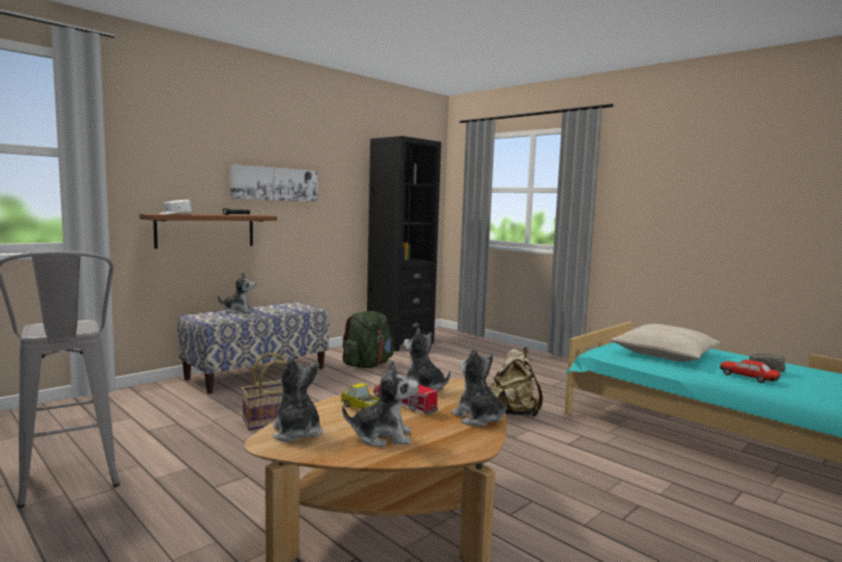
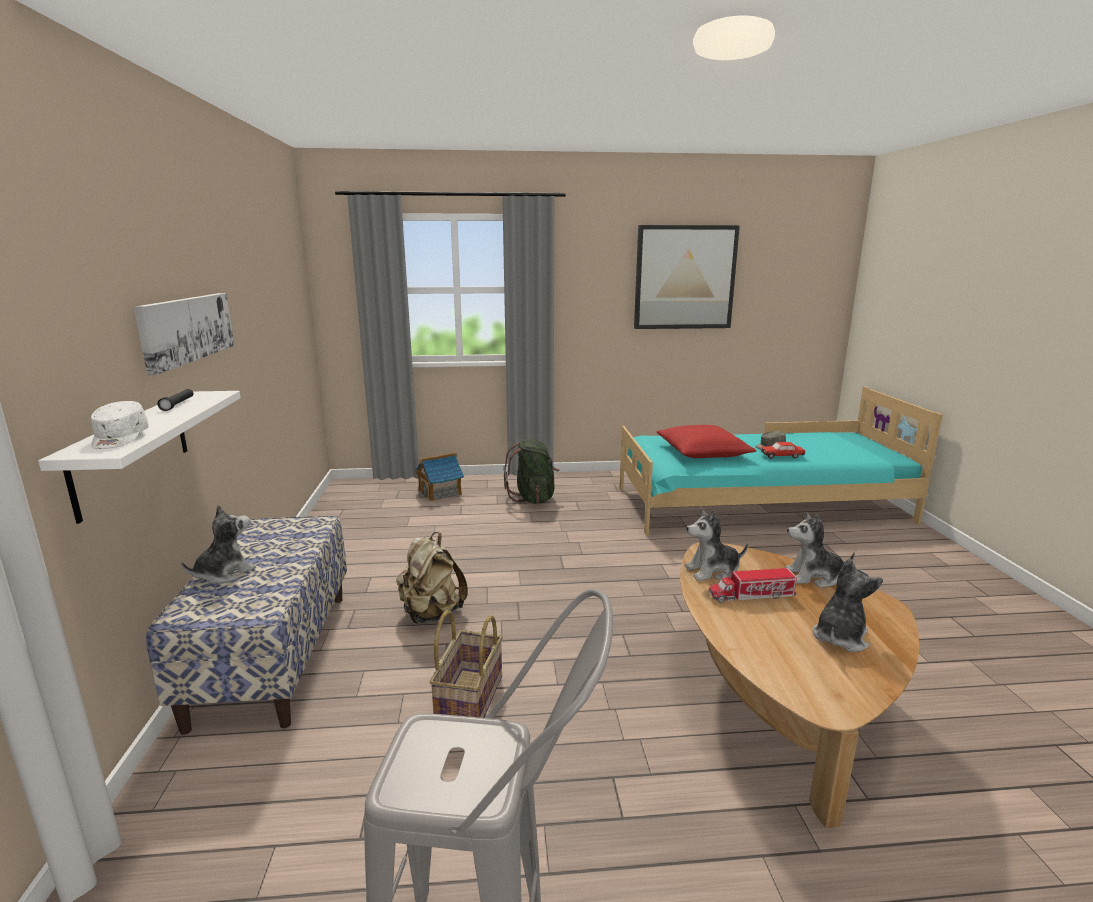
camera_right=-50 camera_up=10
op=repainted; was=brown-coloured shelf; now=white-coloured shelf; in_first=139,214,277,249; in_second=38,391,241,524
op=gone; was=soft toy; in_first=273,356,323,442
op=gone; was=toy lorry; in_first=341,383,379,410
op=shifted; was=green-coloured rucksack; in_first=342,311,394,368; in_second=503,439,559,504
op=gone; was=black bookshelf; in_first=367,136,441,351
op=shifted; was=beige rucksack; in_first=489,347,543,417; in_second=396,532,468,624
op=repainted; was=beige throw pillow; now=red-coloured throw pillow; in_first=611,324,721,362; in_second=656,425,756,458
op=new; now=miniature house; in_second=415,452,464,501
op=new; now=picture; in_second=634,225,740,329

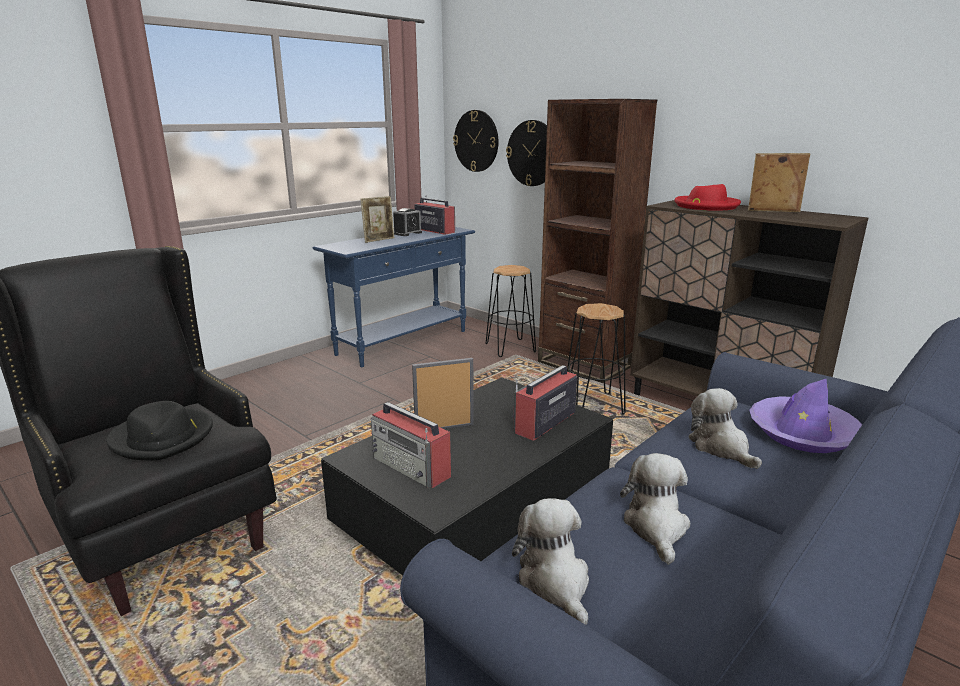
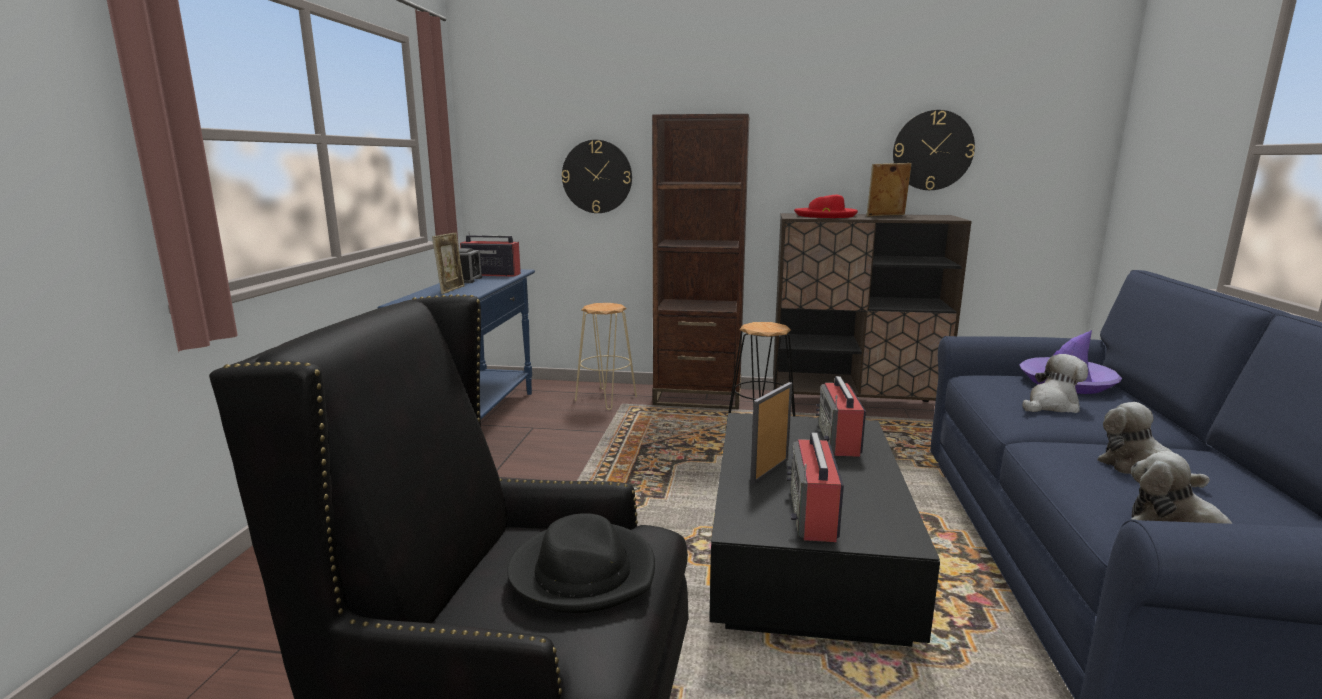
camera_right=-35 camera_up=-5
op=rotated; was=radio set; in_first=371,402,451,488; in_second=787,432,844,542; clockwise=90
op=shifted; was=hanging clock; in_first=453,110,499,172; in_second=893,110,975,190
op=repainted; was=black stool seat; now=beige stool seat; in_first=486,265,536,357; in_second=575,303,637,410
op=rotated; was=soft toy; in_first=688,388,762,469; in_second=1022,354,1088,413; clockwise=120

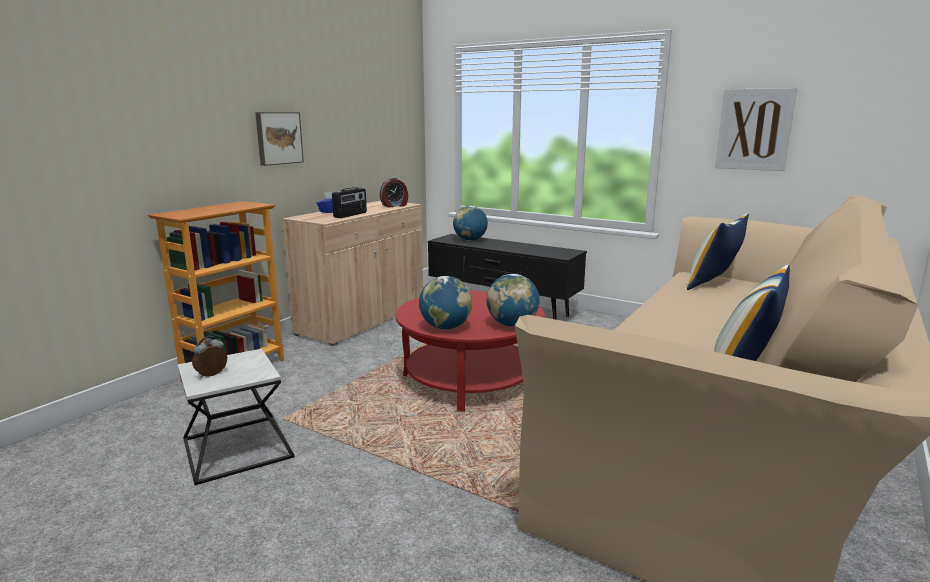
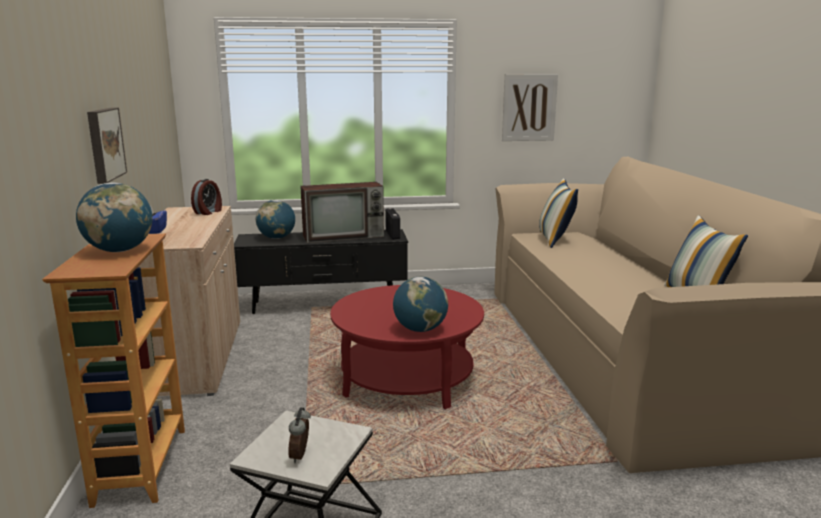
camera_right=-40 camera_up=0
op=shifted; was=radio set; in_first=332,187,367,218; in_second=385,208,400,240
op=shifted; was=globe; in_first=487,274,540,327; in_second=76,183,153,252
op=new; now=TV; in_second=300,182,384,243

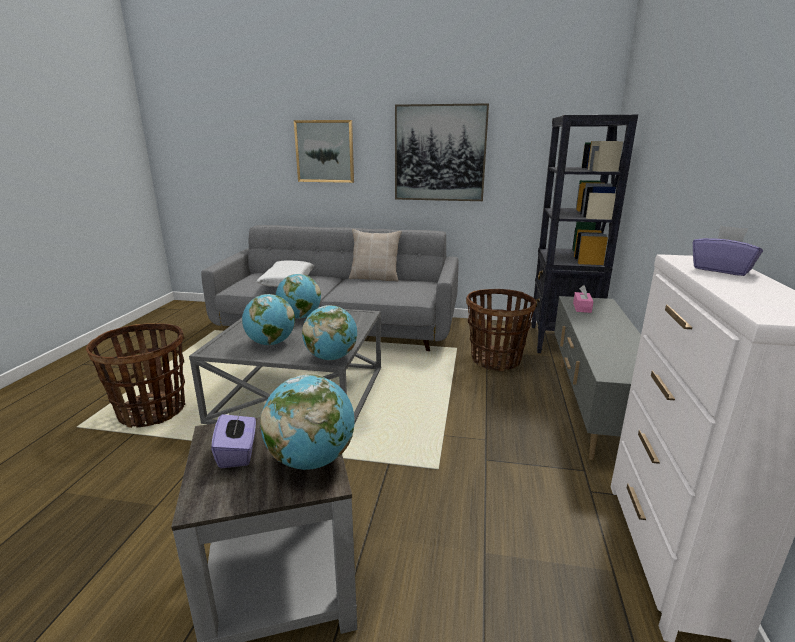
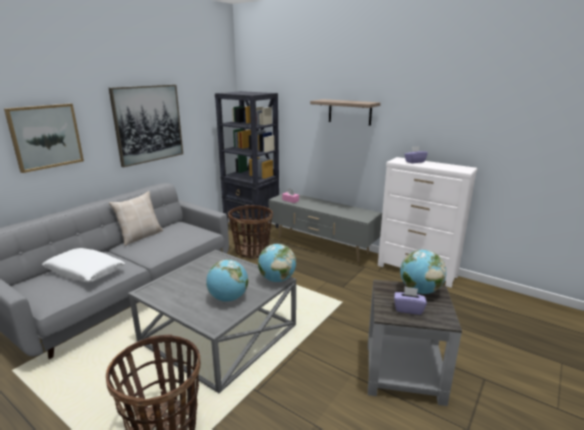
camera_right=-65 camera_up=0
op=gone; was=globe; in_first=276,274,321,319
op=new; now=shelf; in_second=310,99,381,126

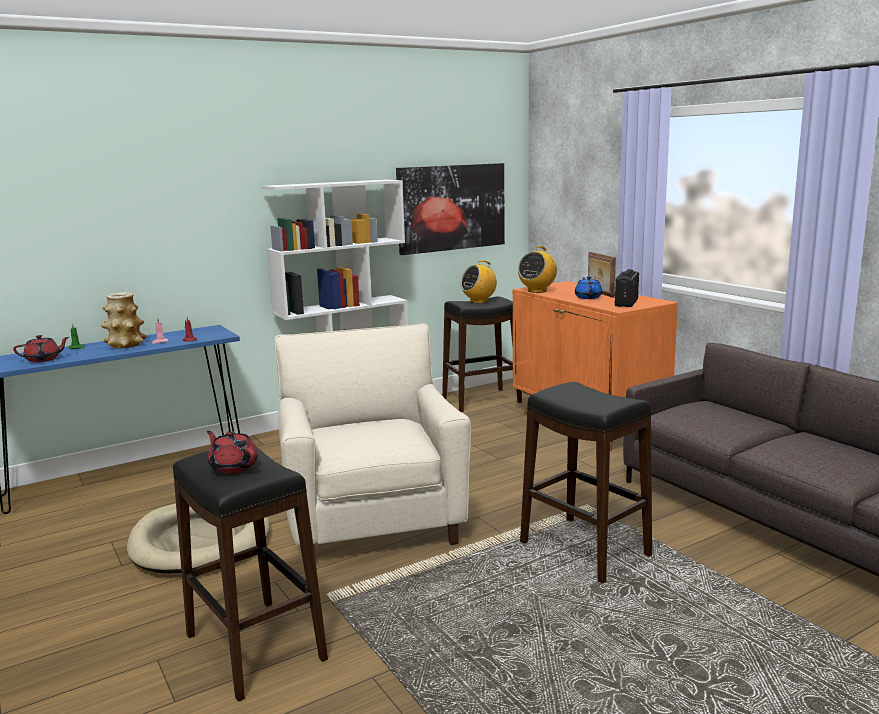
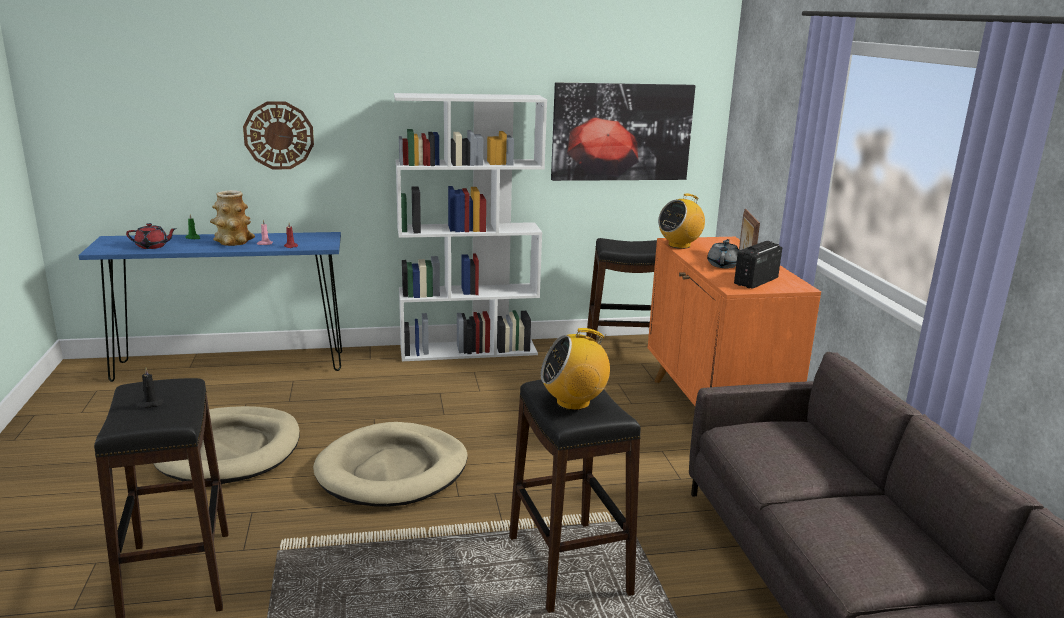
camera_right=20 camera_up=5
op=swapped; was=red-coloured teapot; now=black wax light; in_first=207,431,258,474; in_second=136,367,163,408
op=swapped; was=beige easy chair; now=beige dog cushion; in_first=274,323,471,554; in_second=313,422,468,507
op=shifted; was=radio set; in_first=461,260,497,303; in_second=541,328,610,410
op=repainted; was=blue-coloured teapot; now=gray teapot; in_first=575,276,602,299; in_second=707,239,739,268
op=new; now=hanging clock; in_second=243,101,314,169

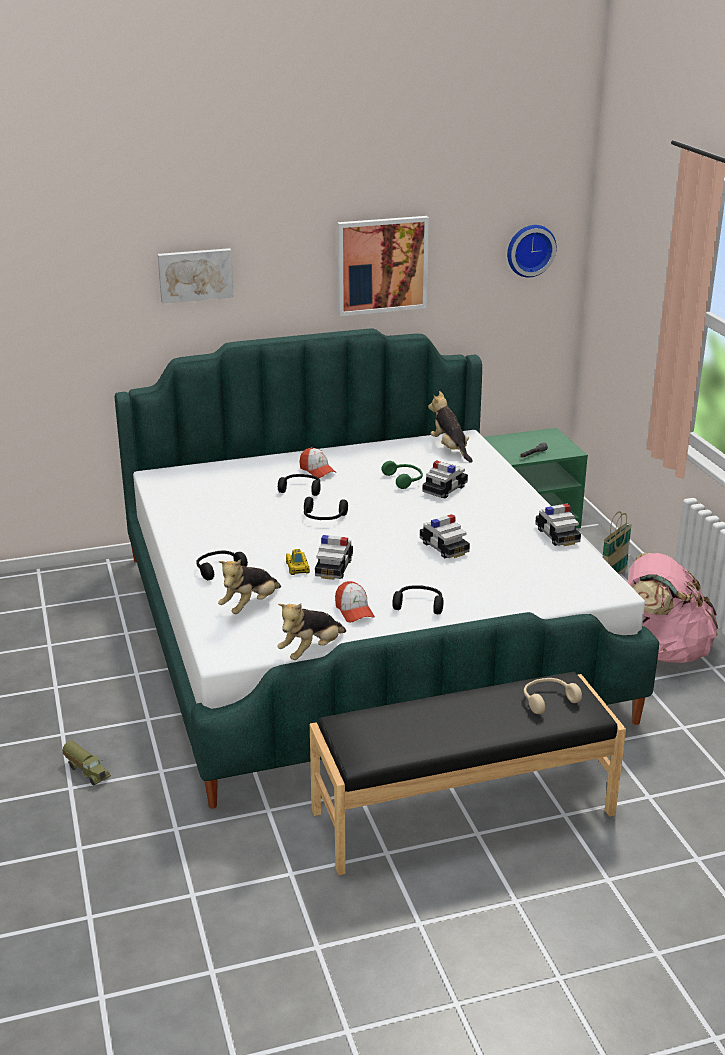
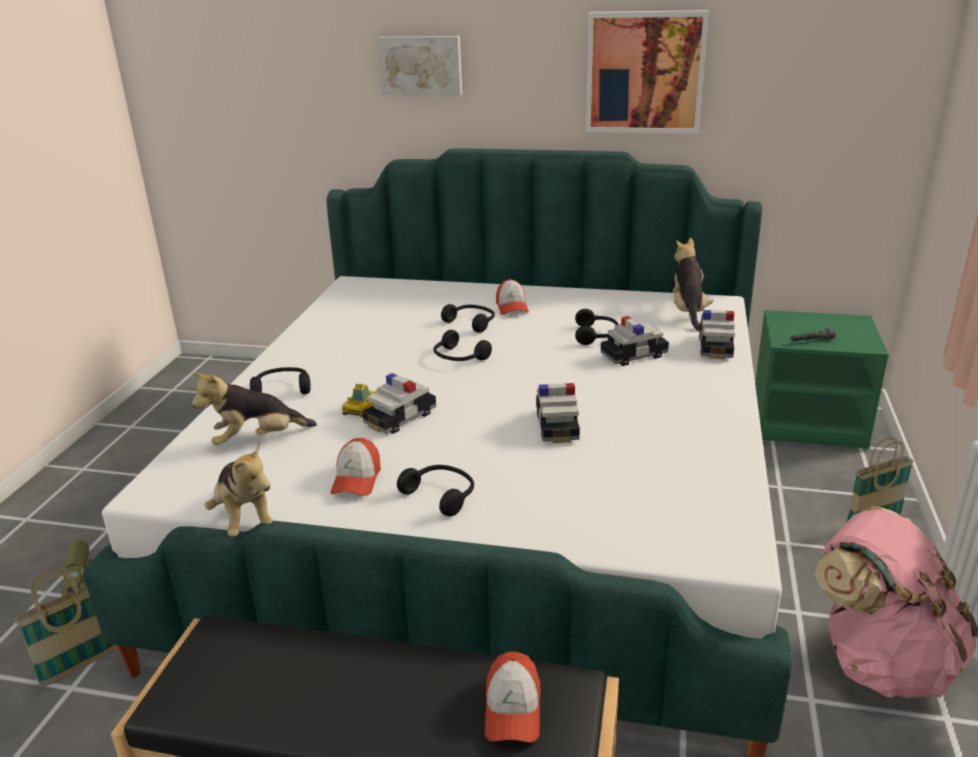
camera_right=30 camera_up=0
op=rotated; was=soft toy; in_first=277,603,346,660; in_second=205,443,274,537; clockwise=-105
op=repainted; was=green-coloured headphones; now=black headphones; in_first=382,461,423,489; in_second=575,309,619,345
op=gone; was=hanging clock; in_first=507,225,557,277
op=swapped; was=beige headphones; now=baseball cap; in_first=524,678,582,714; in_second=485,652,540,743
op=shifted; was=miniature car; in_first=535,504,581,546; in_second=699,310,735,359
op=new; now=household basket; in_second=14,569,117,687

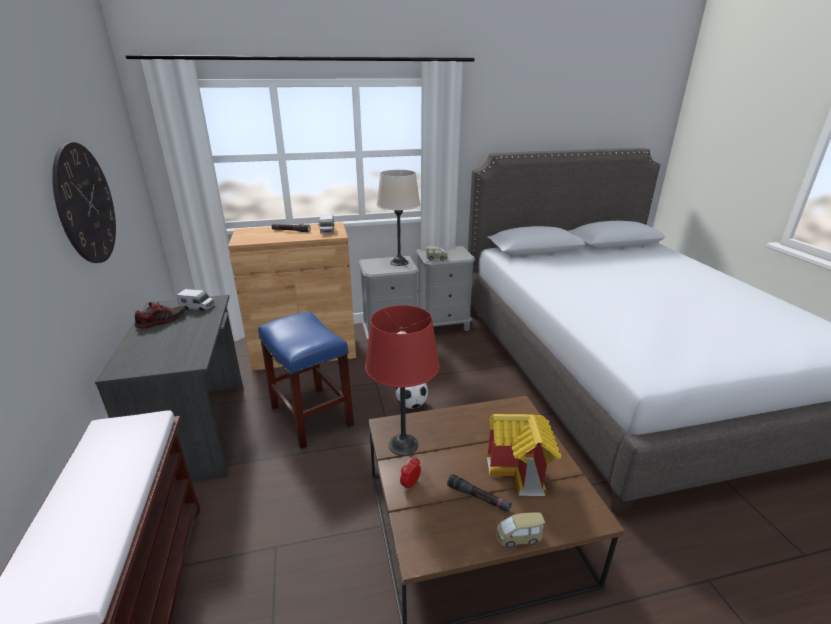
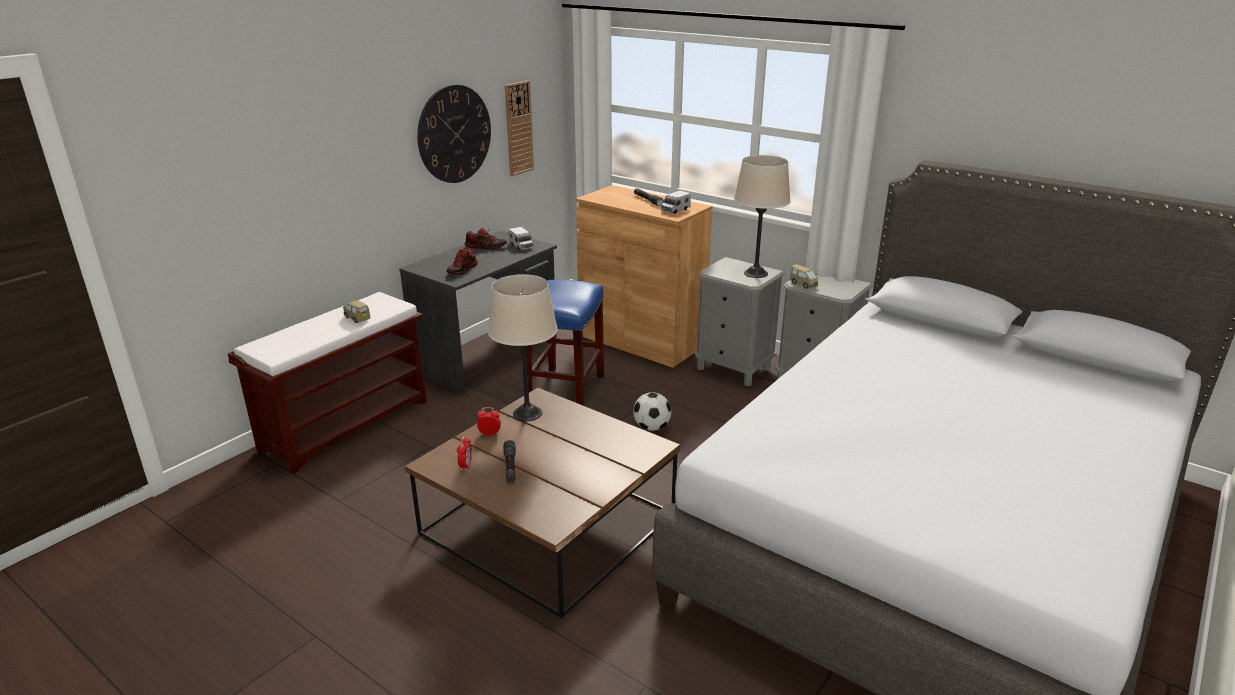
camera_right=50 camera_up=0
op=repainted; was=red-coloured lamp for a table; now=beige lamp for a table; in_first=365,305,440,456; in_second=488,274,558,421
op=gone; was=miniature house; in_first=487,414,561,496
op=shifted; was=miniature car; in_first=496,512,545,548; in_second=343,300,370,323
op=new; now=shoe; in_second=447,248,478,275
op=new; now=alarm clock; in_second=457,436,472,471
op=new; now=hanging clock; in_second=505,81,534,176

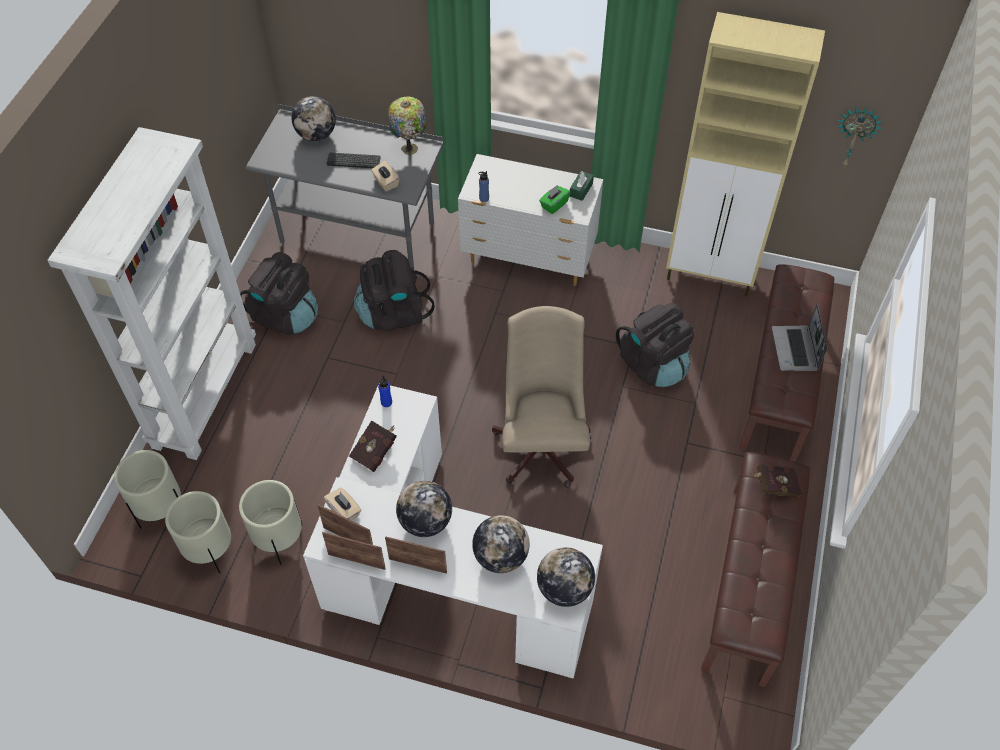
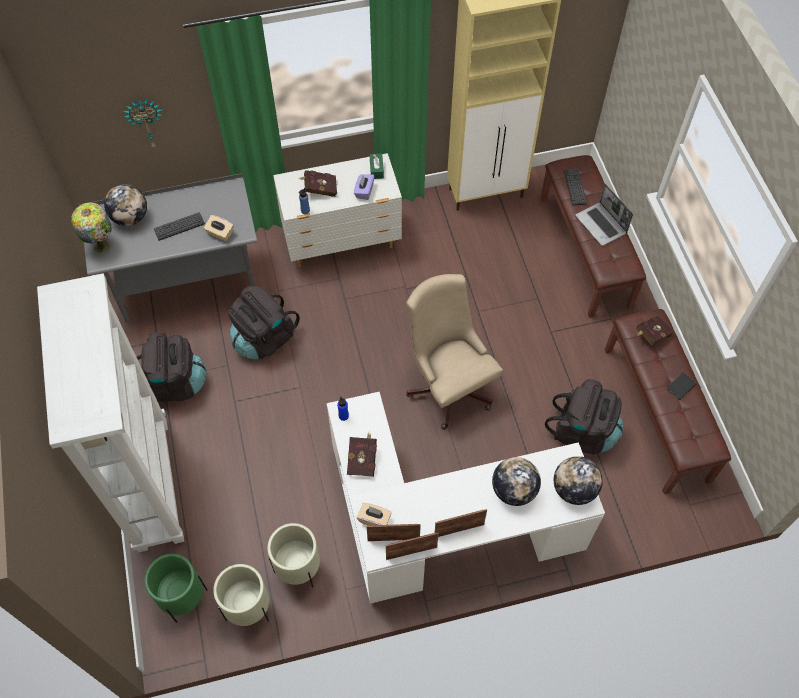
camera_right=-30 camera_up=5
op=repainted; was=beige plant pot; now=green-coloured plant pot; in_first=114,450,181,529; in_second=144,554,208,623
op=shifted; was=lamp for a table; in_first=388,97,426,155; in_second=71,203,112,253
op=gone; was=globe; in_first=396,481,452,537
op=repainted; was=green-coloured tissue box; now=purple tissue box; in_first=539,185,571,214; in_second=354,174,374,200
op=shifted; was=black rucksack; in_first=616,303,694,387; in_second=545,379,623,455
op=shifted; was=hanging clock; in_first=837,107,882,167; in_second=123,99,163,149
op=new; now=red-coloured book; in_second=299,170,337,197
op=new; now=computer keyboard; in_second=564,169,587,206
op=new; now=black book; in_second=666,372,701,400

